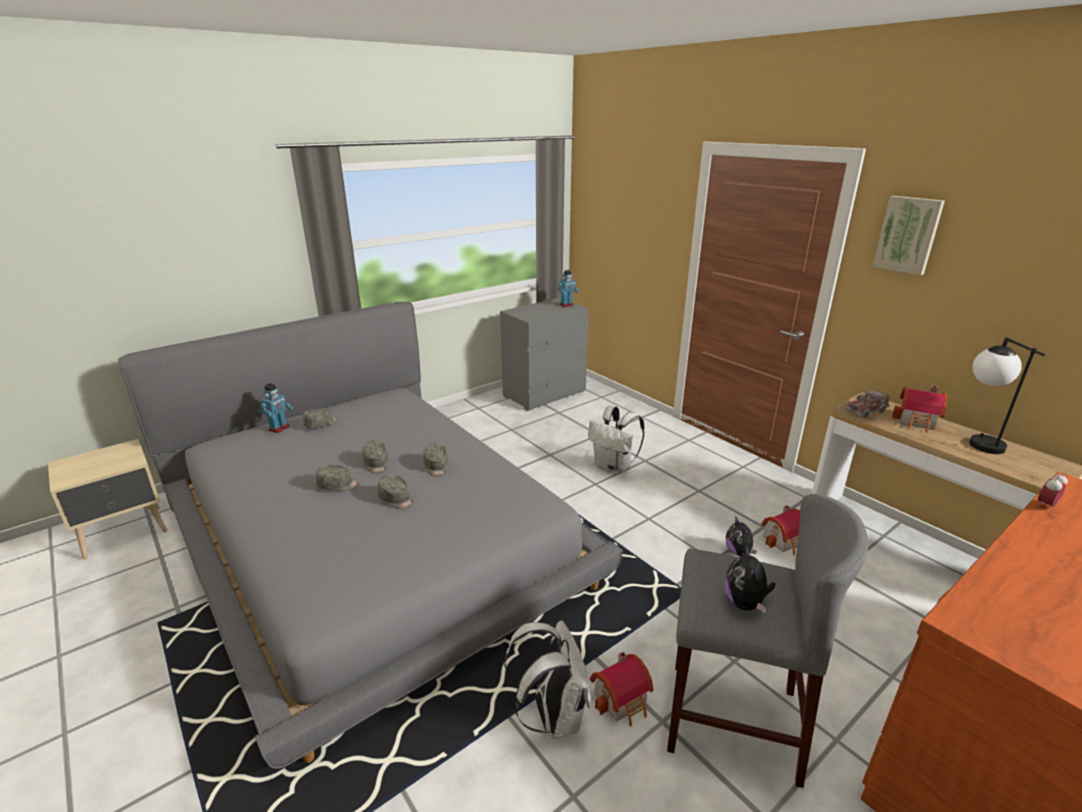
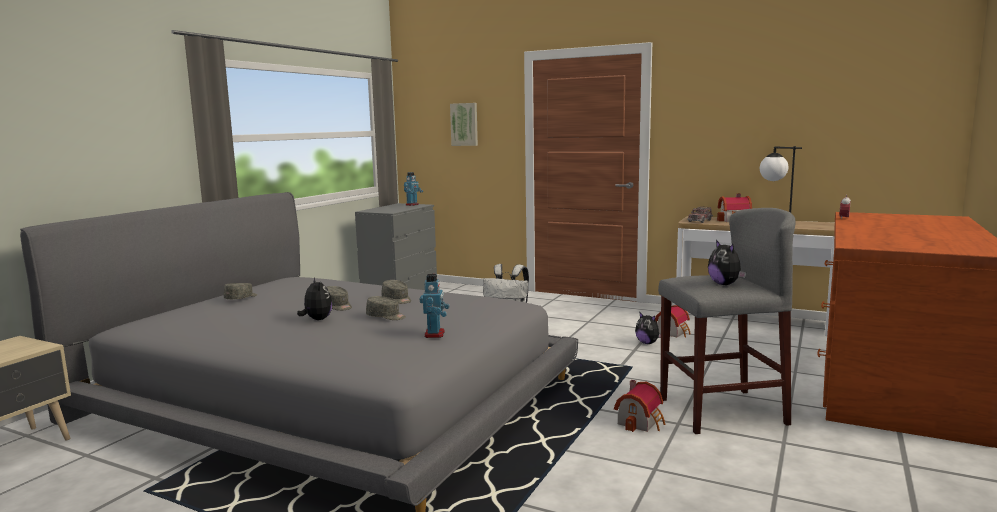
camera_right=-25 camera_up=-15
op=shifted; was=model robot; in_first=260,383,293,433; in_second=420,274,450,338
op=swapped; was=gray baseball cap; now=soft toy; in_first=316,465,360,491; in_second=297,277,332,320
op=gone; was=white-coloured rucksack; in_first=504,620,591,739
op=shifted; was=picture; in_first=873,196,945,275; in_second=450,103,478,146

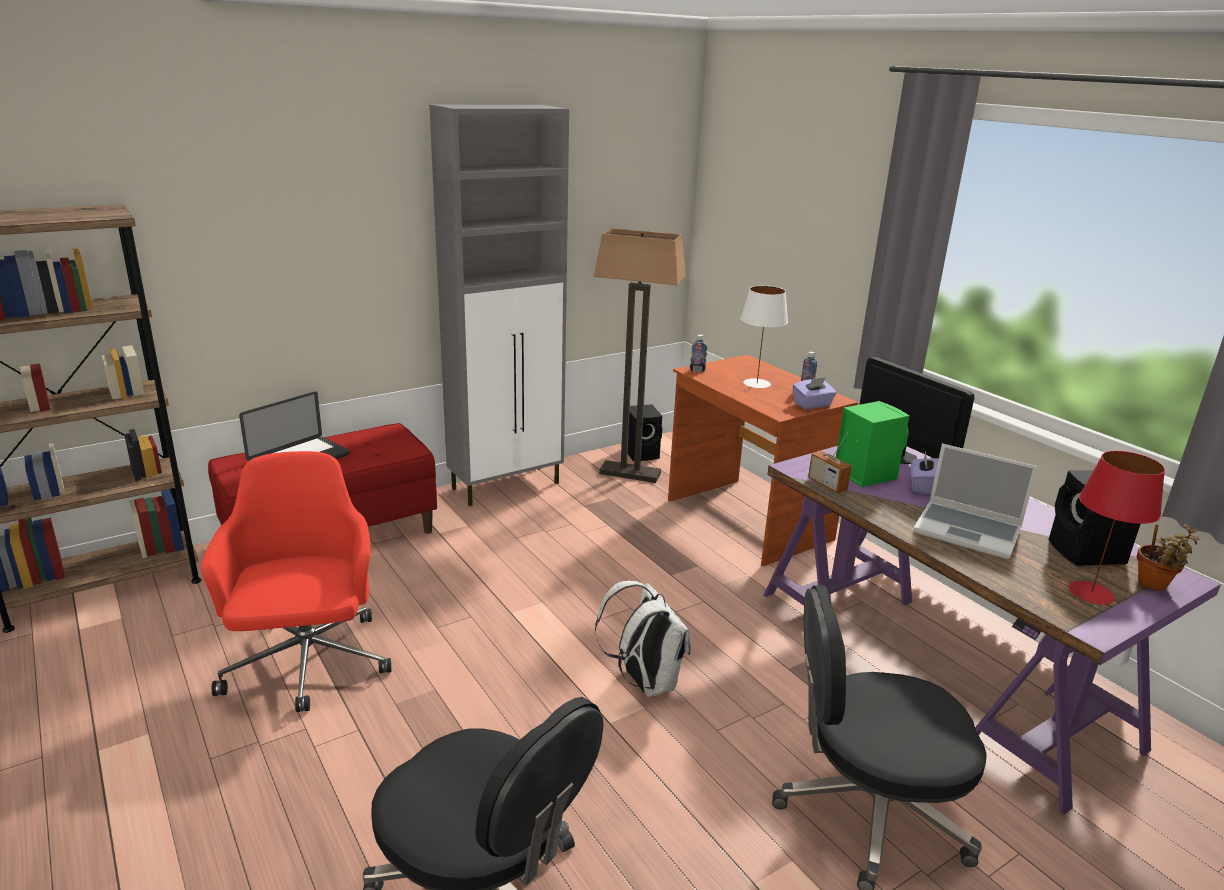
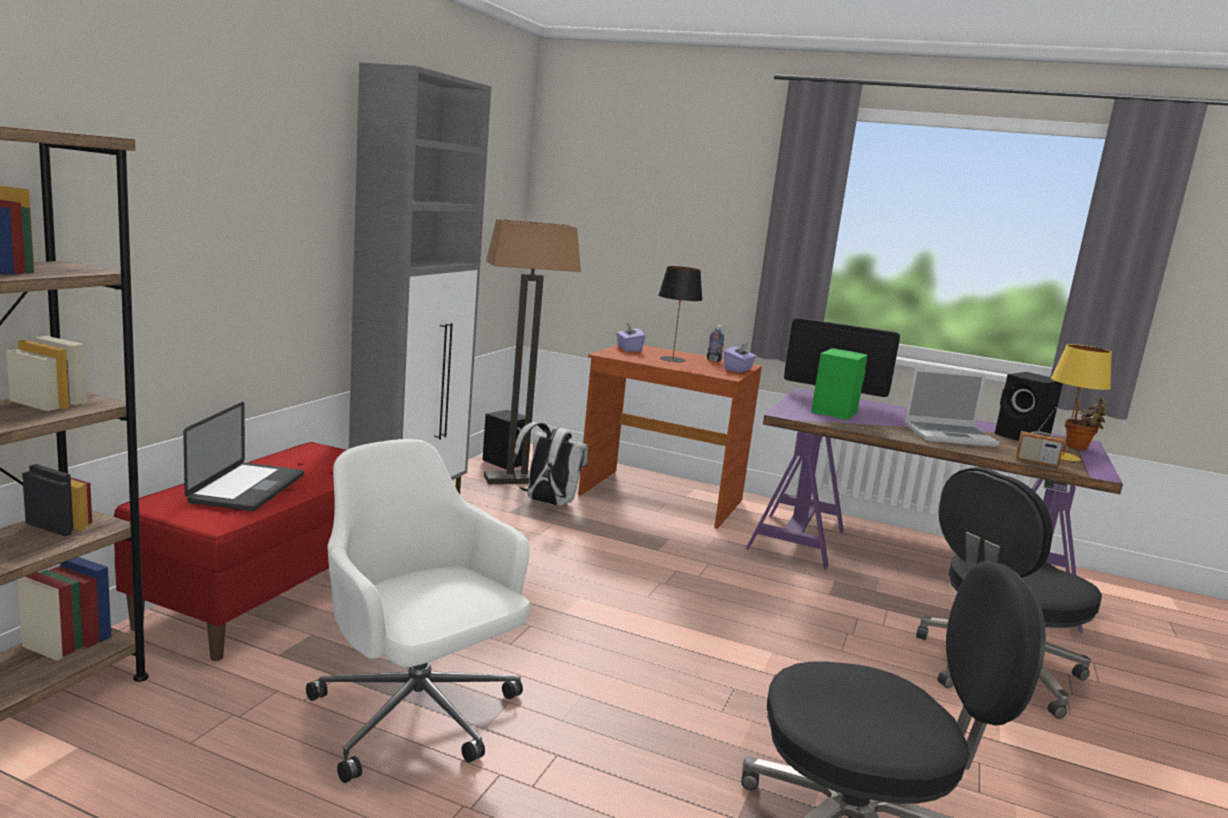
camera_right=-35 camera_up=-10
op=repainted; was=red-coloured office chair; now=white-coloured office chair; in_first=201,451,391,712; in_second=306,439,531,783
op=shifted; was=white-coloured rucksack; in_first=595,581,691,697; in_second=512,422,588,506
op=gone; was=beverage bottle; in_first=690,334,707,372
op=repainted; was=white-coloured lamp for a table; now=black lamp for a table; in_first=740,285,788,388; in_second=658,266,703,362
op=shifted; was=radio set; in_first=808,432,852,493; in_second=1016,407,1064,467
op=shifted; was=purple tissue box; in_first=911,450,939,495; in_second=616,323,645,352
op=repainted; was=red-coloured lamp for a table; now=yellowish lamp for a table; in_first=1069,451,1165,605; in_second=1051,344,1112,461

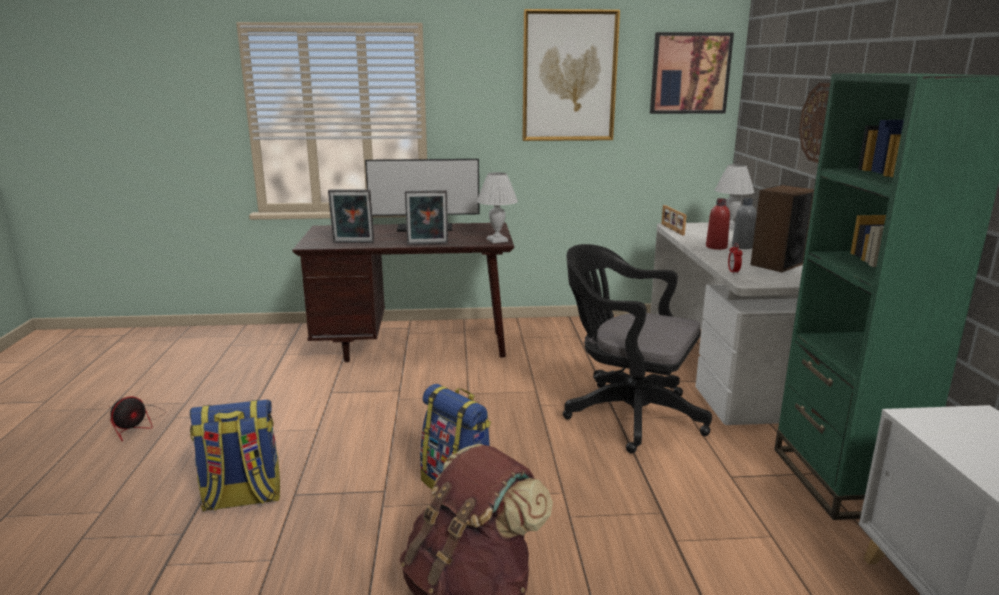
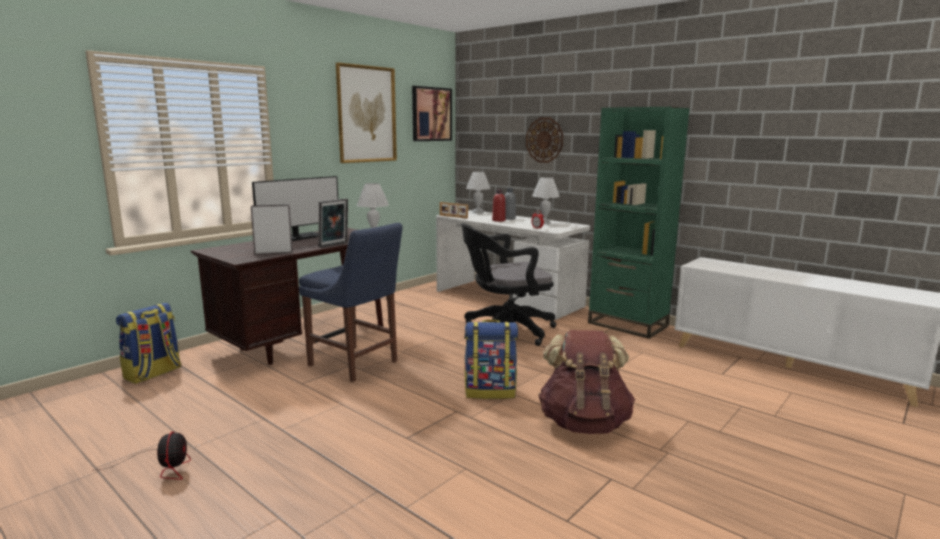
camera_right=-45 camera_up=-5
op=shifted; was=rucksack; in_first=190,399,280,512; in_second=116,303,181,384
op=rotated; was=photo frame; in_first=328,189,374,243; in_second=251,205,293,255; clockwise=-150
op=swapped; was=speaker; now=white-coloured lamp for a table; in_first=750,185,814,272; in_second=532,177,560,224
op=new; now=blue-coloured plain chair; in_second=299,223,403,382

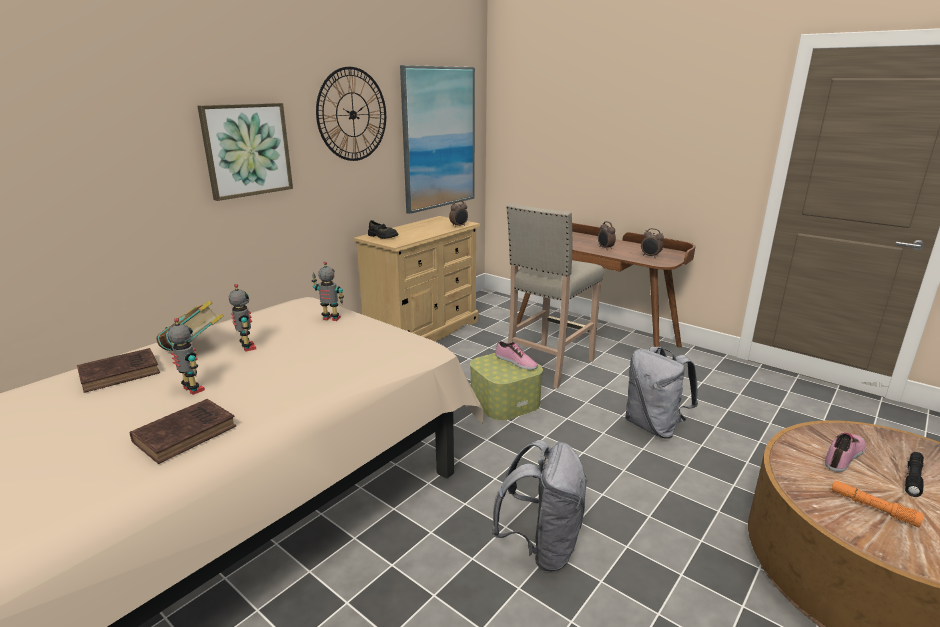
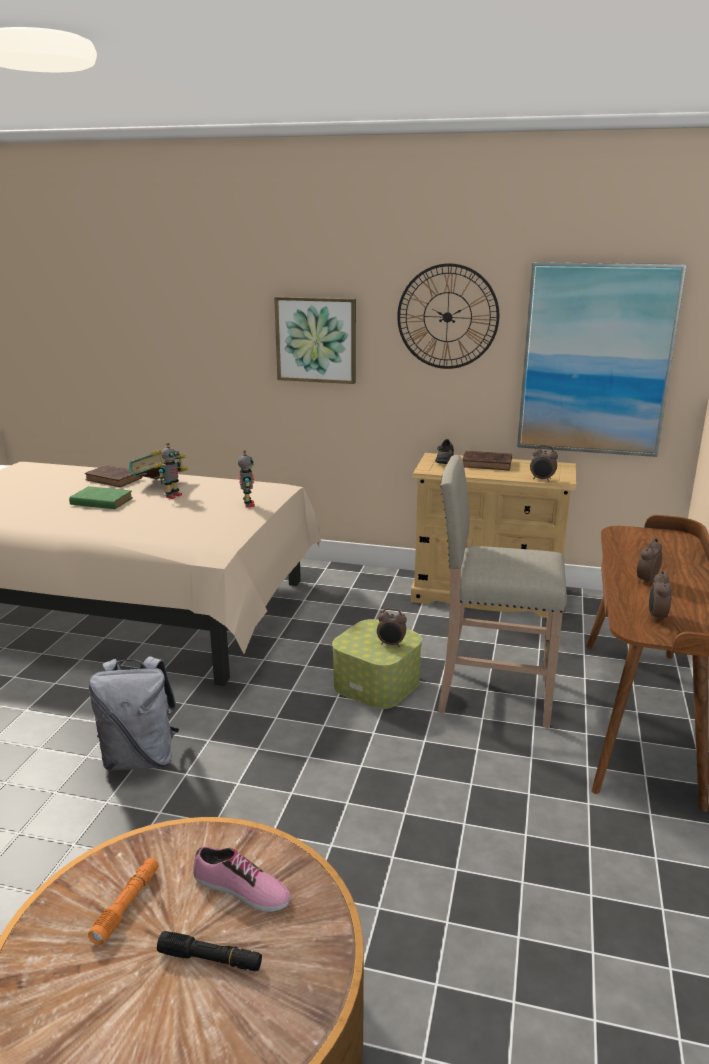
camera_right=65 camera_up=0
op=shifted; was=brown-coloured book; in_first=130,399,236,464; in_second=462,451,512,471
op=swapped; was=model robot; now=green-coloured book; in_first=168,318,205,395; in_second=69,486,133,509
op=swapped; was=shoe; now=alarm clock; in_first=495,341,538,370; in_second=377,608,407,647
op=gone; was=gray rucksack; in_first=625,347,698,439

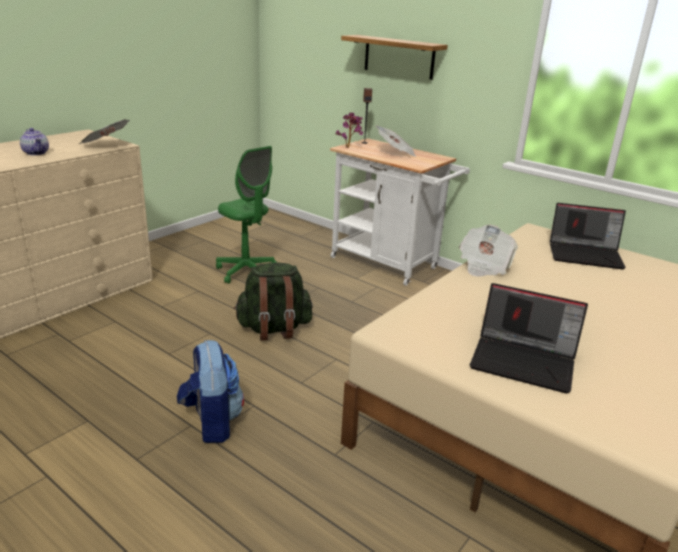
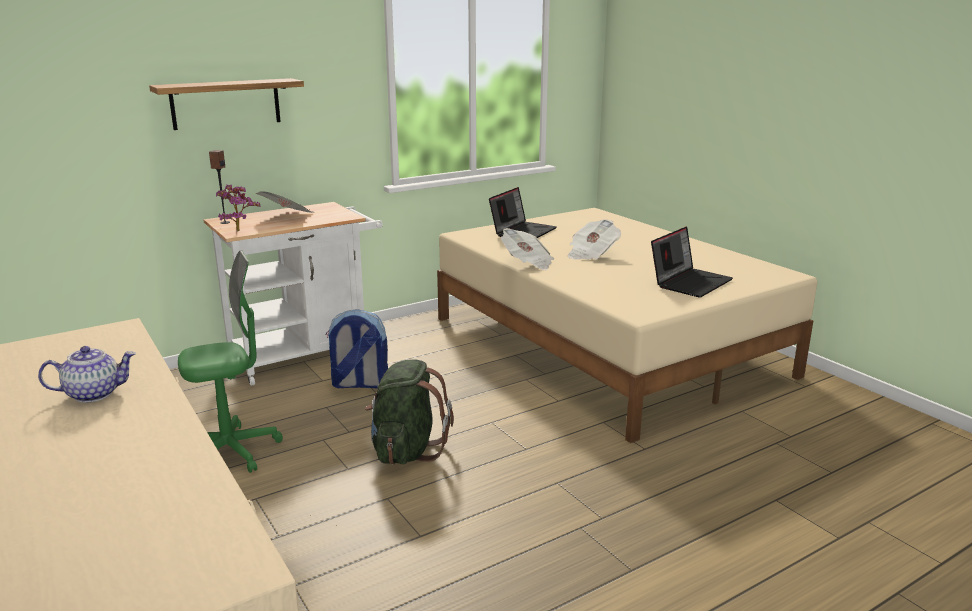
camera_right=-70 camera_up=-5
op=shifted; was=daily paper; in_first=79,119,130,144; in_second=568,219,621,260
op=shifted; was=rucksack; in_first=177,340,244,443; in_second=326,309,388,389

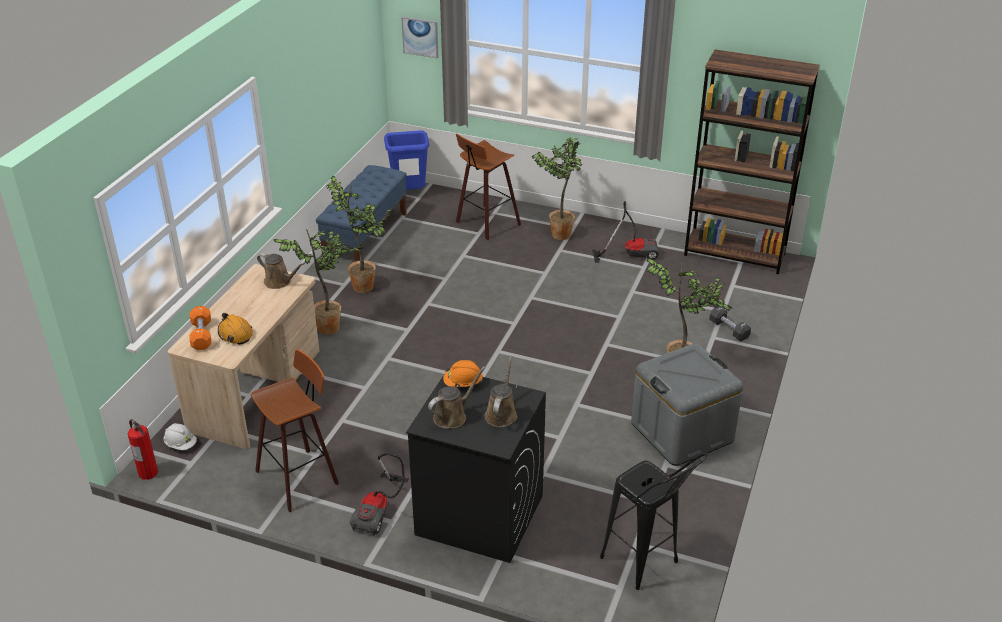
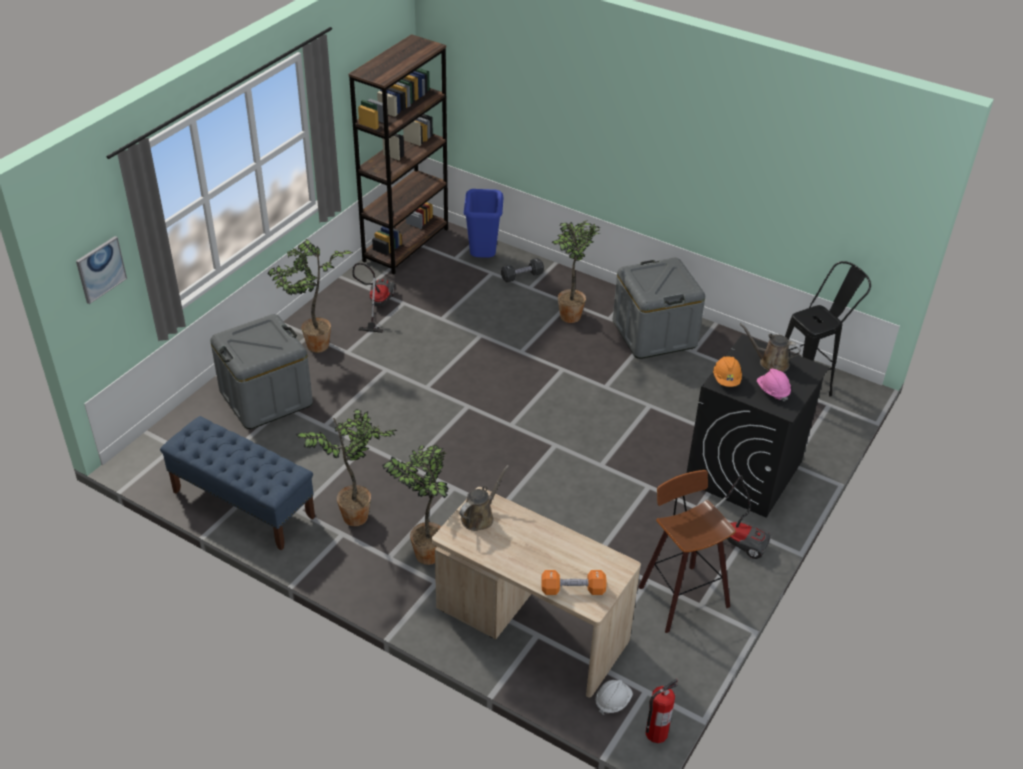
camera_right=-80 camera_up=5
op=gone; was=orangey safety helmet; in_first=218,313,253,345
op=shifted; was=blue-coloured waste bin; in_first=384,130,429,190; in_second=464,189,504,258
op=swapped; was=brown-coloured watering pot; now=pink safety helmet; in_first=428,366,486,429; in_second=757,369,791,401
op=swapped; was=stool seat; now=gray storage box; in_first=456,134,521,240; in_second=210,314,313,429

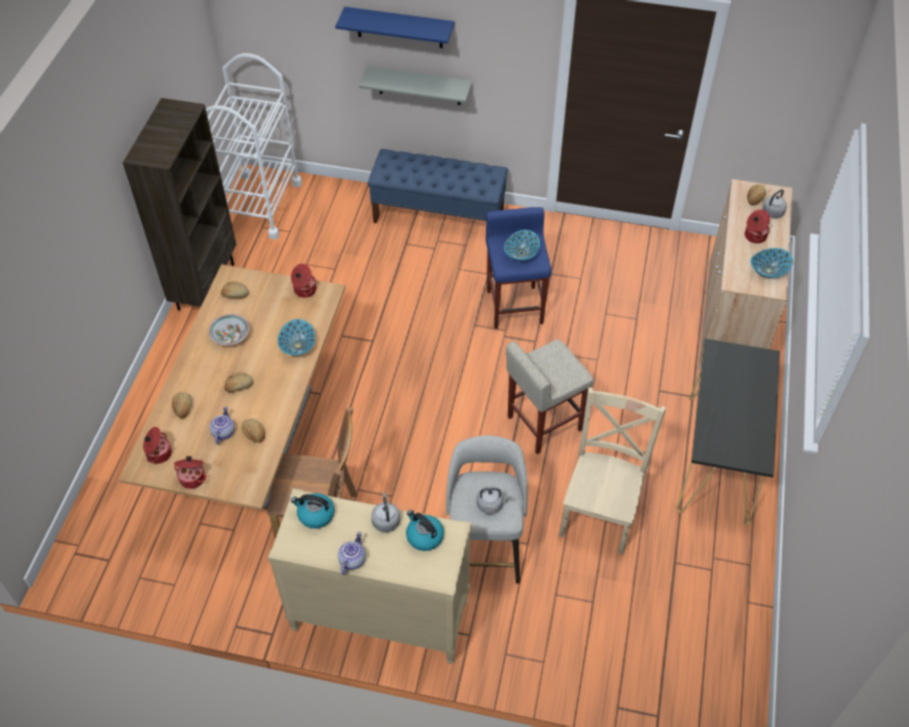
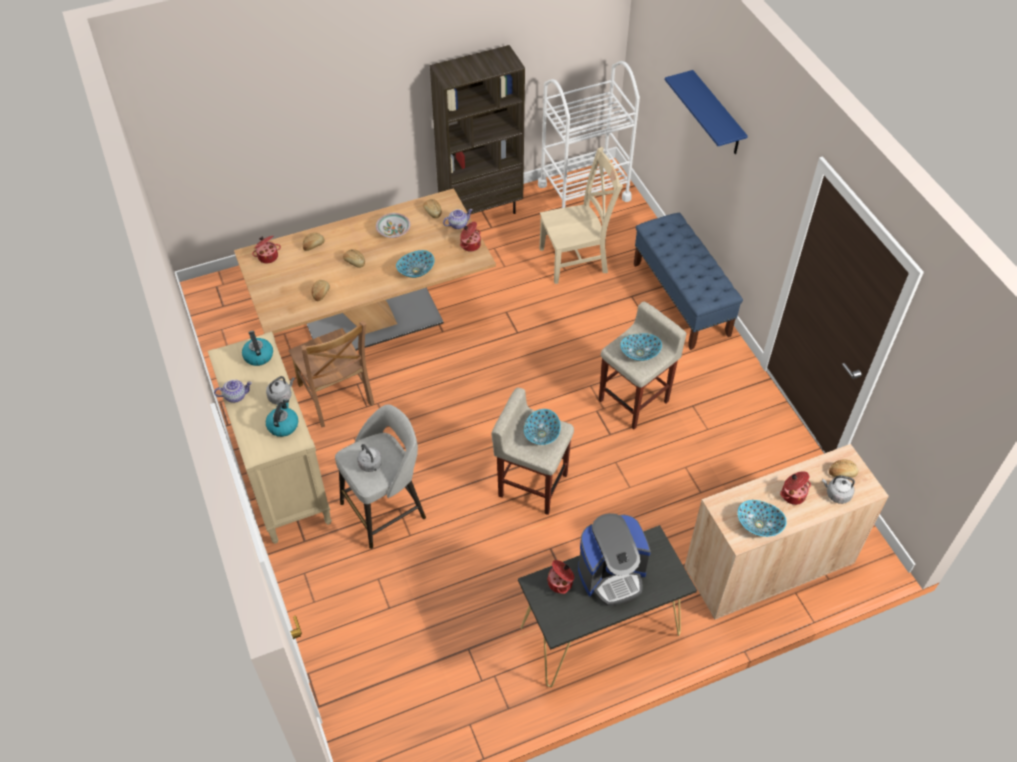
camera_right=55 camera_up=0
op=shifted; was=cooking pot; in_first=174,456,207,489; in_second=547,560,575,594
op=shifted; was=teapot; in_first=210,406,235,444; in_second=443,209,473,229
op=gone; was=gray shelf; in_first=359,66,472,105
op=repainted; was=blue-coloured stool seat; now=beige stool seat; in_first=486,207,551,329; in_second=599,302,687,429
op=shifted; was=beige plain chair; in_first=559,387,666,555; in_second=540,147,623,284
op=new; now=serving bowl; in_second=524,409,561,445
op=new; now=coffee maker; in_second=578,513,651,606

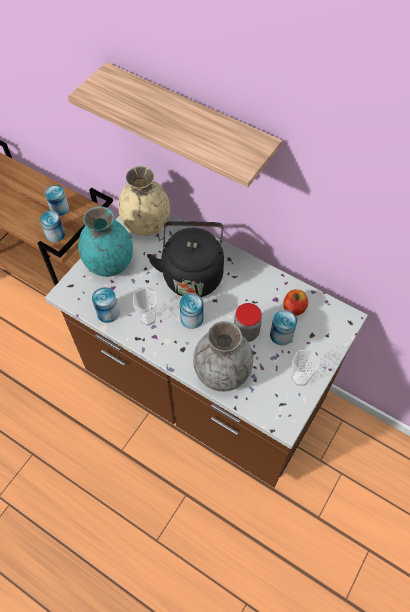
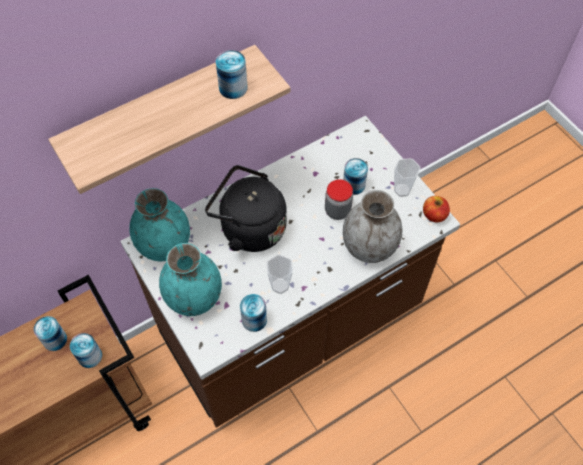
camera_right=-65 camera_up=0
op=repainted; was=beige vase; now=blue-green vase; in_first=118,166,170,236; in_second=129,188,190,261
op=shifted; was=sealed can; in_first=180,293,203,329; in_second=216,50,248,99
op=shifted; was=whole apple; in_first=283,289,308,316; in_second=423,196,450,222

